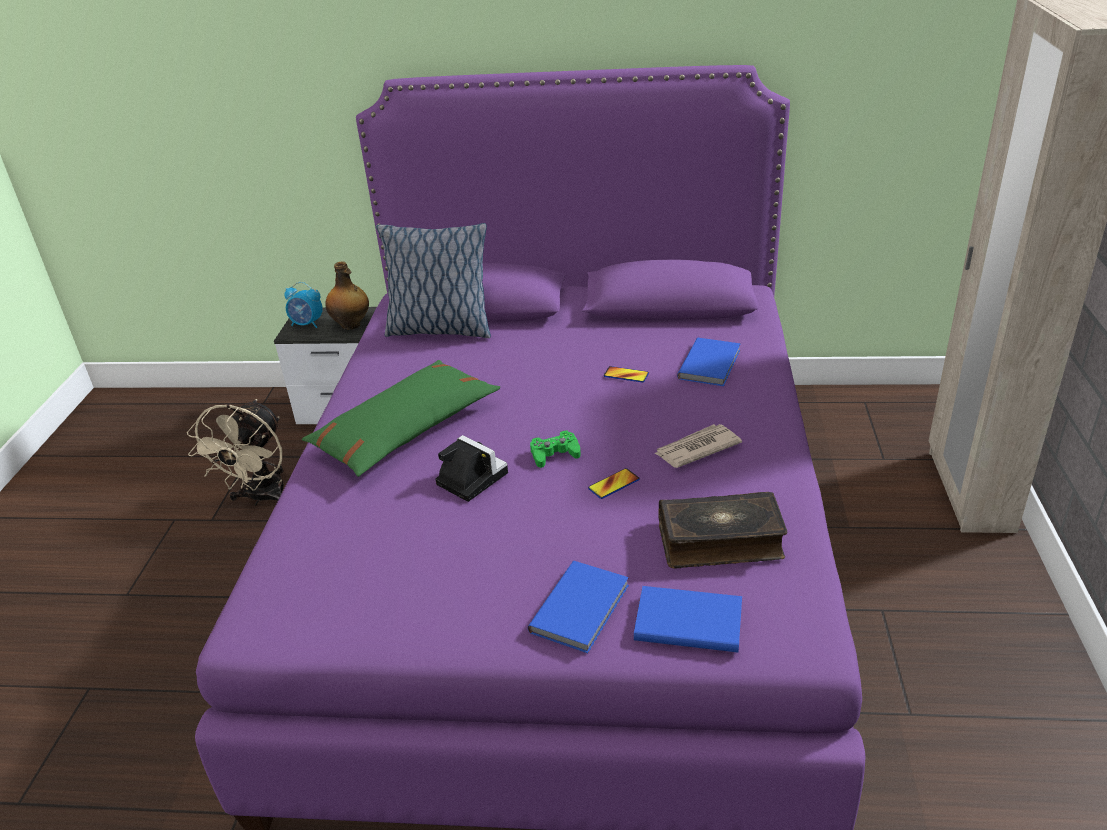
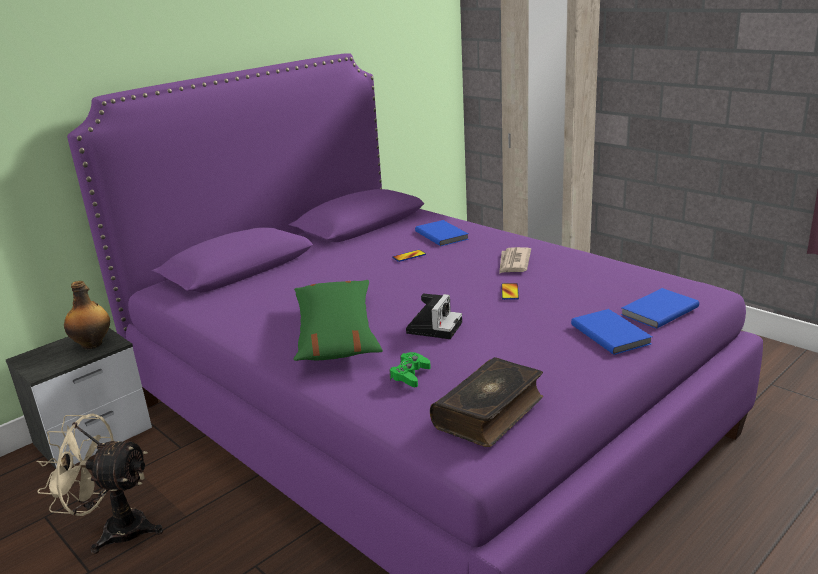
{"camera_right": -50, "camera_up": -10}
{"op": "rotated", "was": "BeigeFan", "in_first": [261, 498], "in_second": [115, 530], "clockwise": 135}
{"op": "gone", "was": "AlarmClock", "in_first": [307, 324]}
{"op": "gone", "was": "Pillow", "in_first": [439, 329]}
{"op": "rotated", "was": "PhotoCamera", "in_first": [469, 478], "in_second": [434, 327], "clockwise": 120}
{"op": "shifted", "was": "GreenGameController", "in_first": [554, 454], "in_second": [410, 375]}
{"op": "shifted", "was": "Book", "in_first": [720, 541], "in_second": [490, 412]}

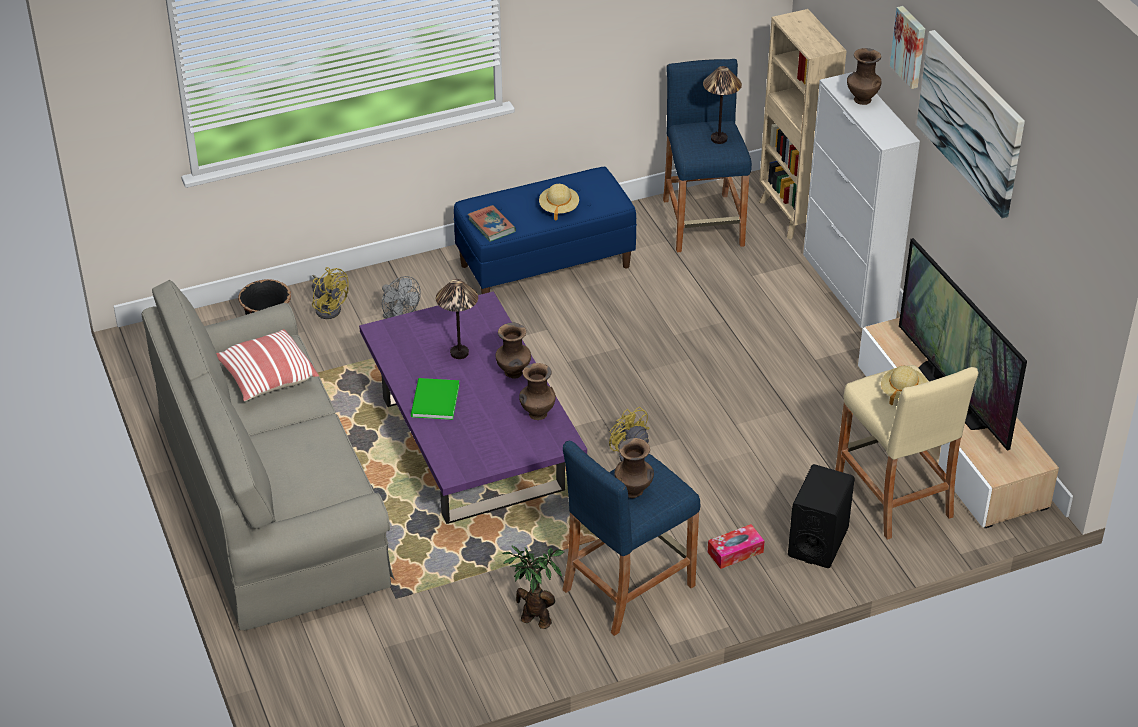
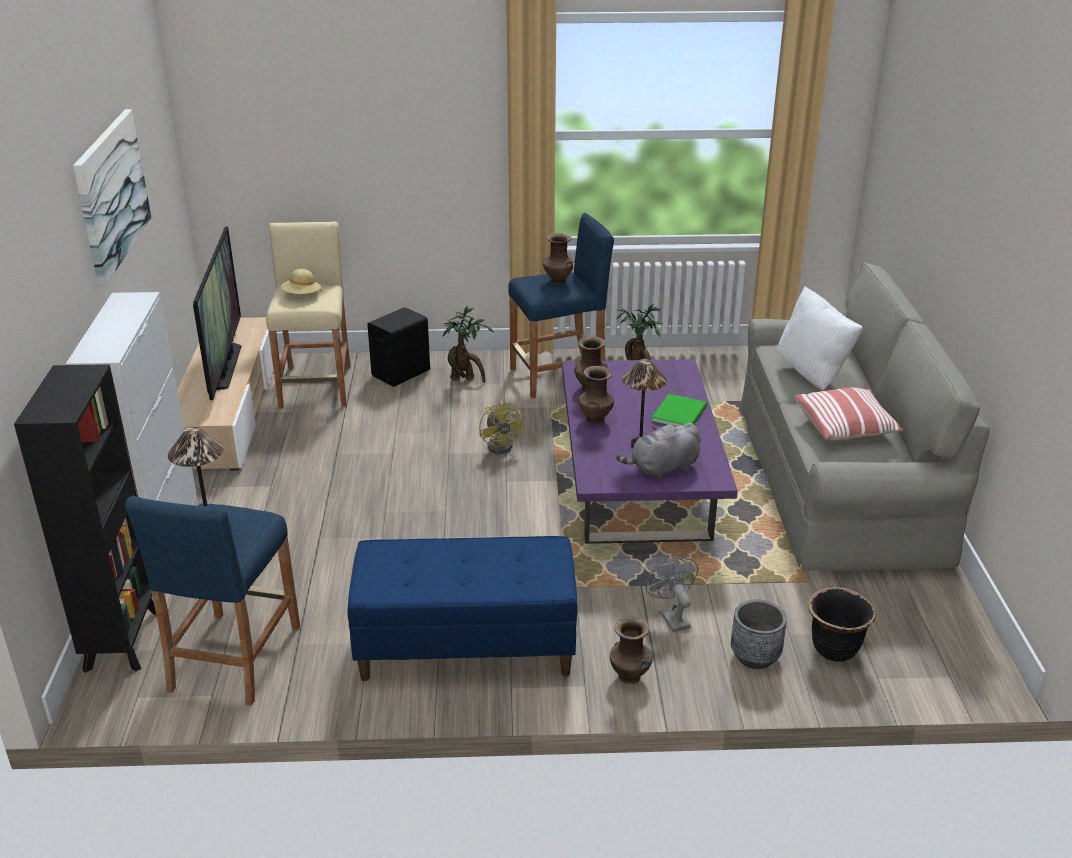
{"camera_right": -160, "camera_up": -10}
{"op": "swapped", "was": "YellowFan", "now": "GreyPlanter", "in_first": [328, 307], "in_second": [755, 657]}
{"op": "gone", "was": "Book", "in_first": [491, 226]}
{"op": "gone", "was": "BeigeHat", "in_first": [558, 208]}
{"op": "swapped", "was": "TissueBox", "now": "PottedPlant", "in_first": [735, 552], "in_second": [465, 379]}
{"op": "repainted", "was": "BeigeBookcase", "now": "BlackBookcase", "in_first": [792, 216], "in_second": [124, 638]}
{"op": "shifted", "was": "BrownVase", "in_first": [861, 99], "in_second": [630, 677]}
{"op": "gone", "was": "Picture", "in_first": [910, 46]}
{"op": "new", "now": "GreyPlushToy", "in_second": [662, 469]}
{"op": "new", "now": "WhitePillow", "in_second": [813, 375]}

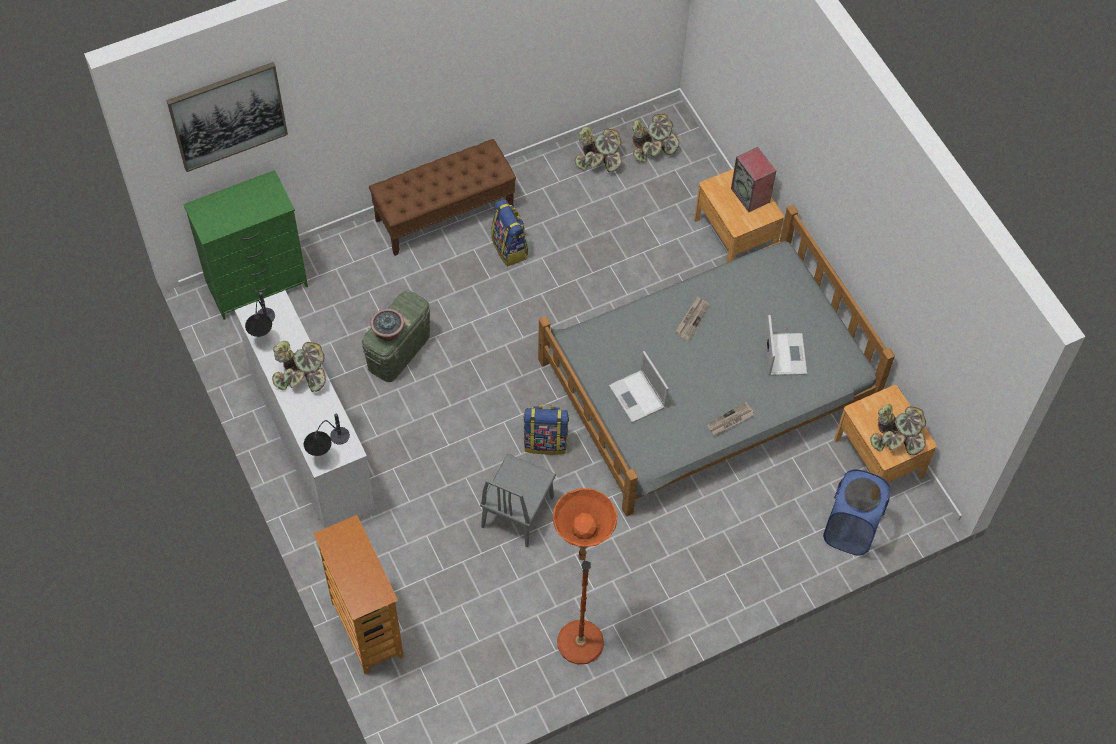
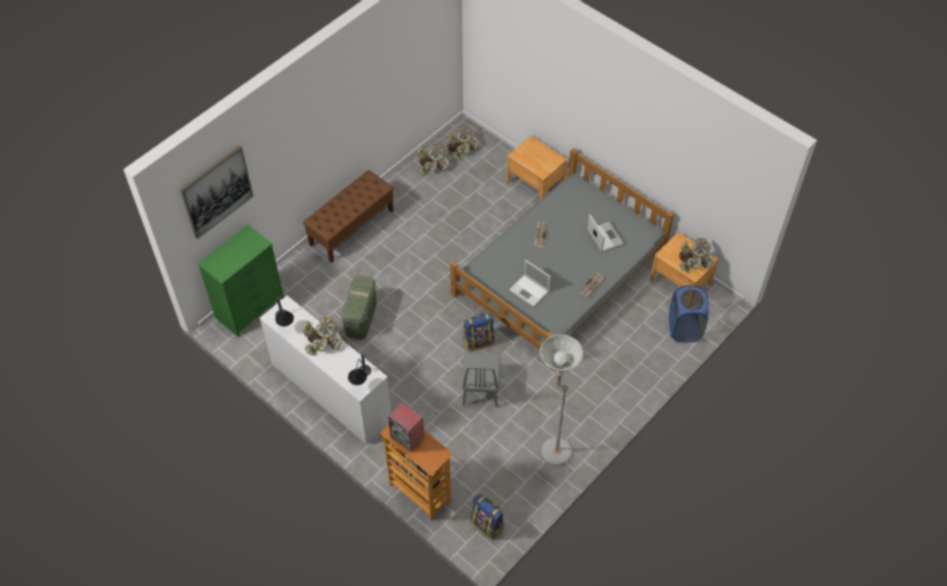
{"camera_right": -20, "camera_up": -5}
{"op": "gone", "was": "PottedPlant", "in_first": [388, 333]}
{"op": "shifted", "was": "Backpack", "in_first": [510, 248], "in_second": [488, 524]}
{"op": "repainted", "was": "OrangeFloorLamp", "now": "GreyFloorLamp", "in_first": [578, 633], "in_second": [552, 446]}
{"op": "shifted", "was": "Speaker", "in_first": [751, 195], "in_second": [408, 437]}

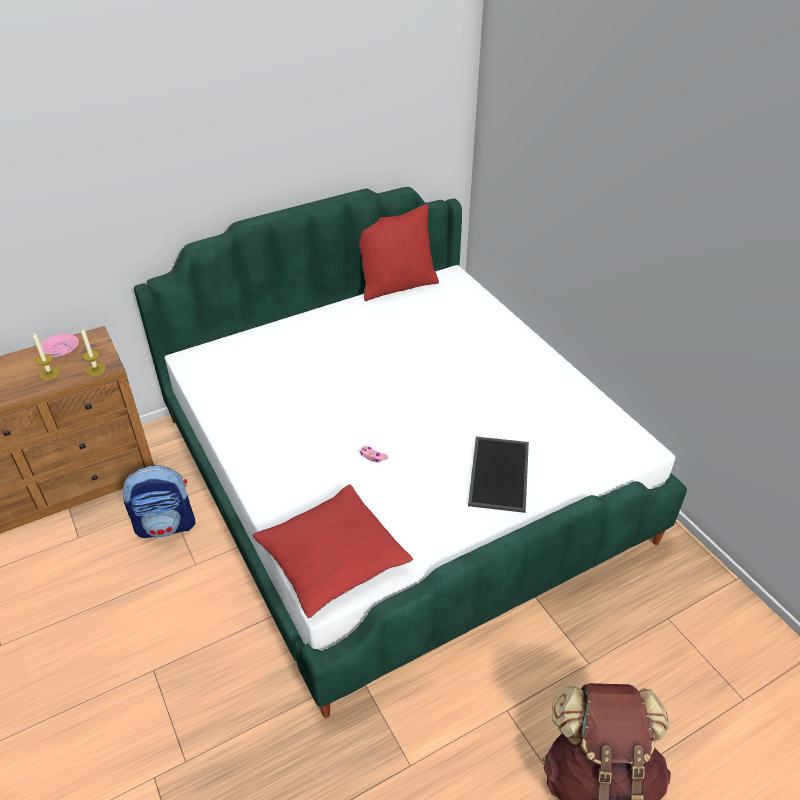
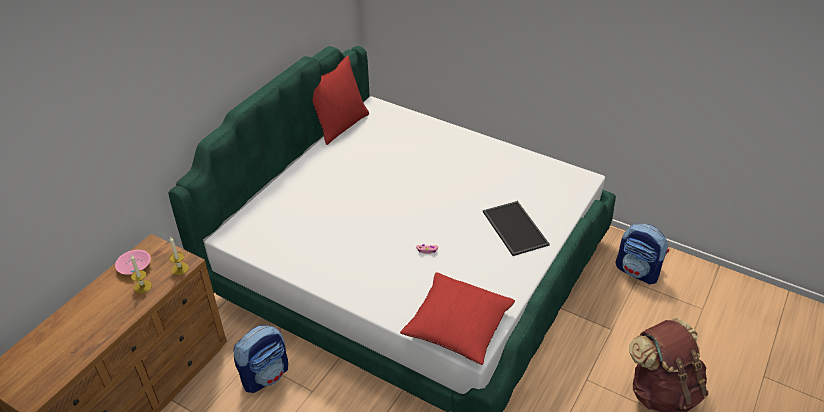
{"camera_right": -30, "camera_up": 0}
{"op": "new", "now": "Backpack", "in_second": [637, 271]}

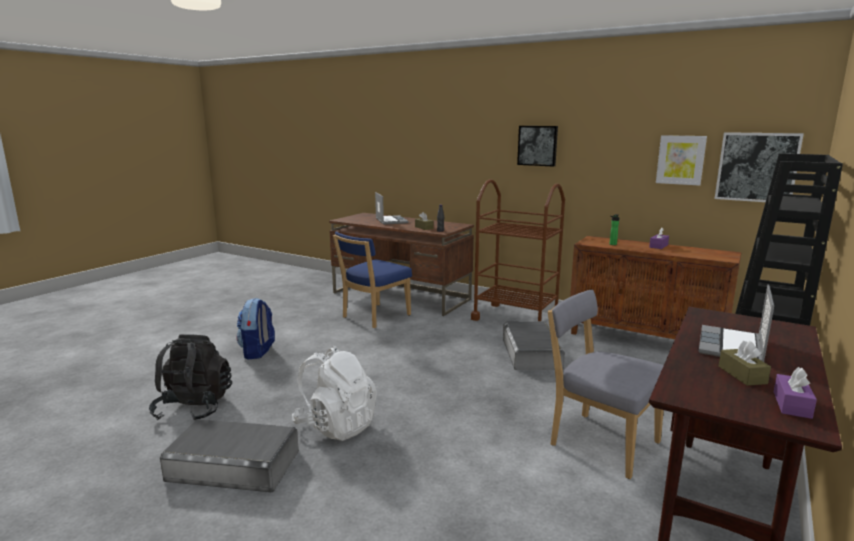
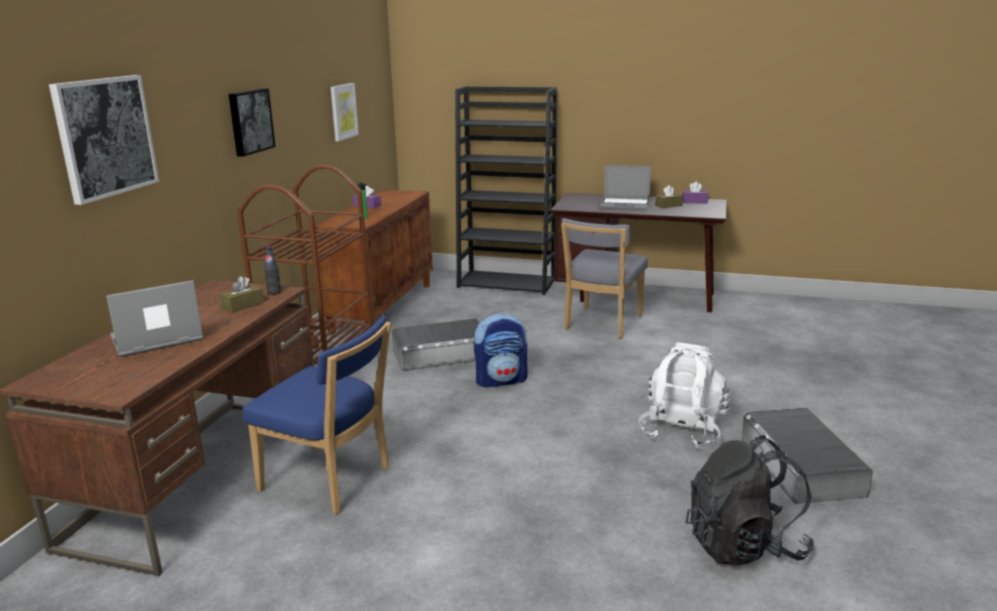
{"camera_right": -105, "camera_up": 5}
{"op": "shifted", "was": "Backpack", "in_first": [258, 352], "in_second": [501, 380]}
{"op": "shifted", "was": "Picture", "in_first": [757, 167], "in_second": [105, 137]}

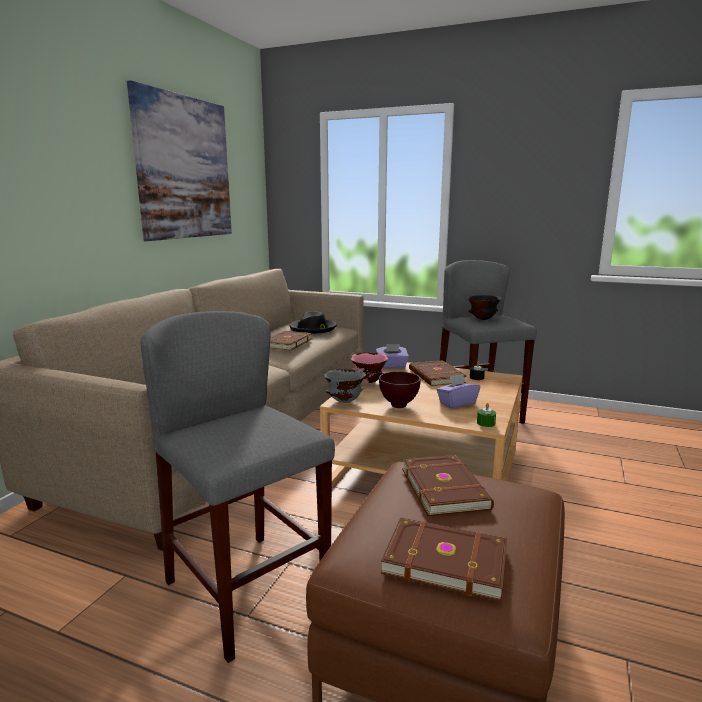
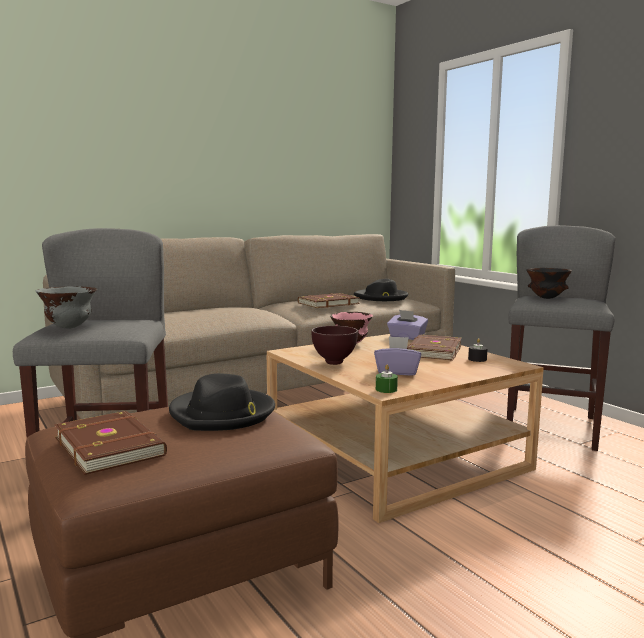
{"camera_right": 35, "camera_up": -5}
{"op": "gone", "was": "Picture", "in_first": [184, 168]}
{"op": "shifted", "was": "GreyBowl", "in_first": [344, 401], "in_second": [69, 328]}
{"op": "swapped", "was": "BrownBook", "now": "BlackHat", "in_first": [445, 488], "in_second": [223, 414]}

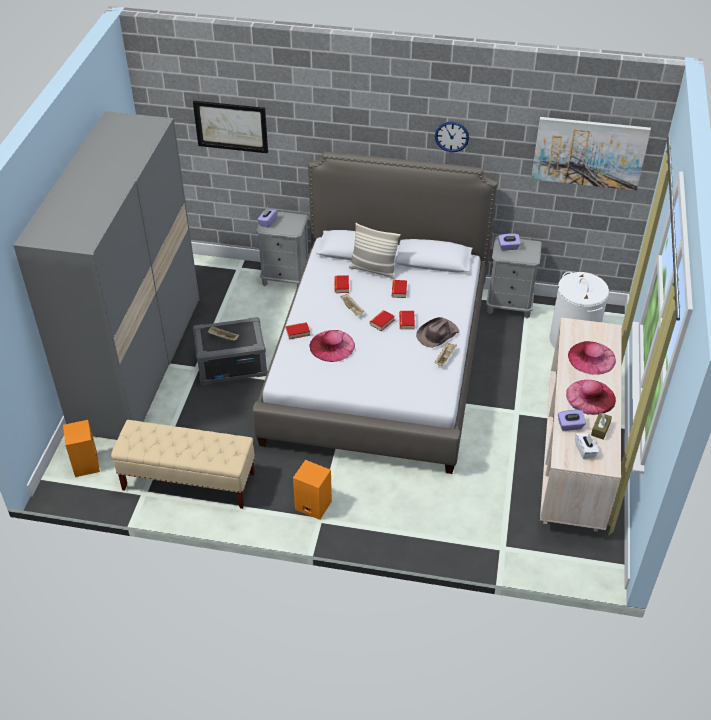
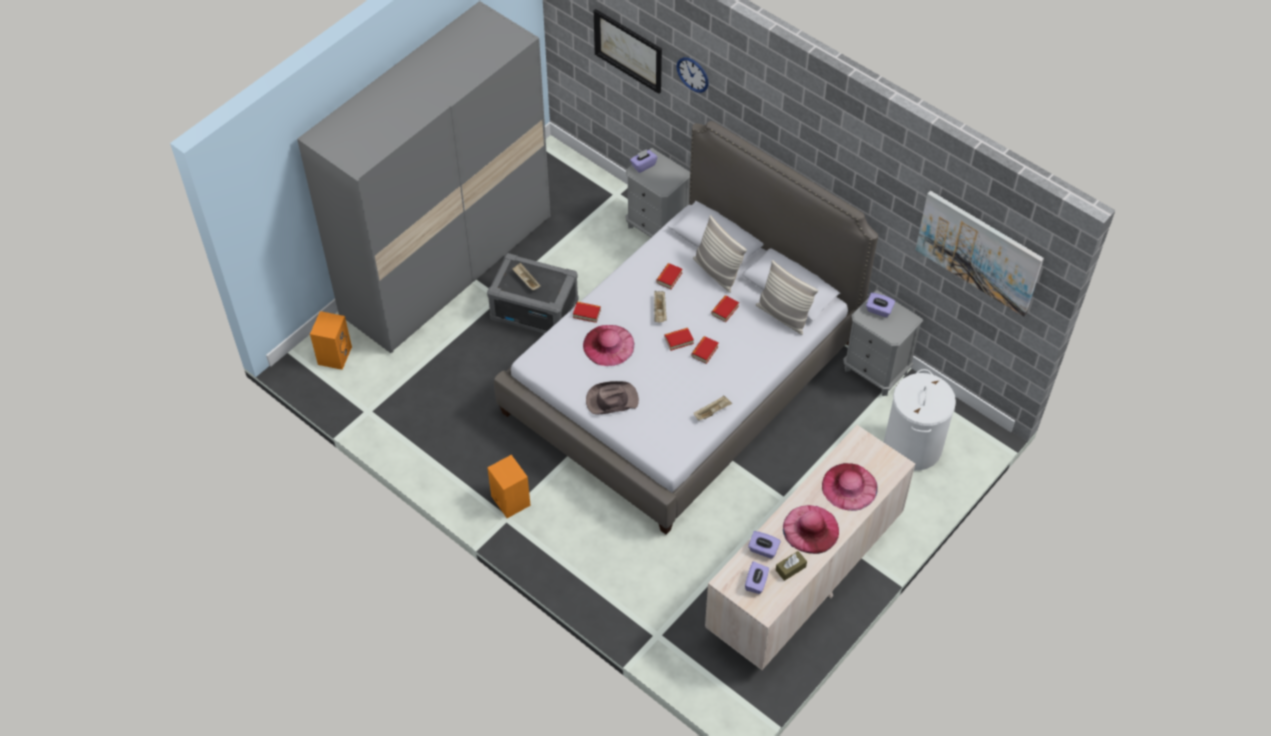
{"camera_right": 30, "camera_up": 10}
{"op": "gone", "was": "BeigeBench", "in_first": [188, 482]}
{"op": "shifted", "was": "BrownHat", "in_first": [437, 334], "in_second": [611, 400]}
{"op": "shifted", "was": "WallClock", "in_first": [452, 136], "in_second": [692, 74]}
{"op": "repainted", "was": "WhiteTissueBox", "now": "PurpleTissueBox", "in_first": [585, 450], "in_second": [756, 583]}
{"op": "new", "now": "Pillow", "in_second": [783, 316]}

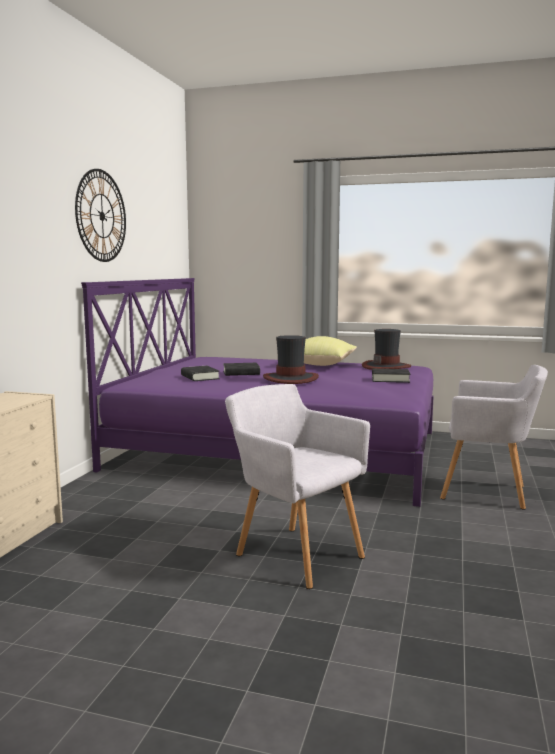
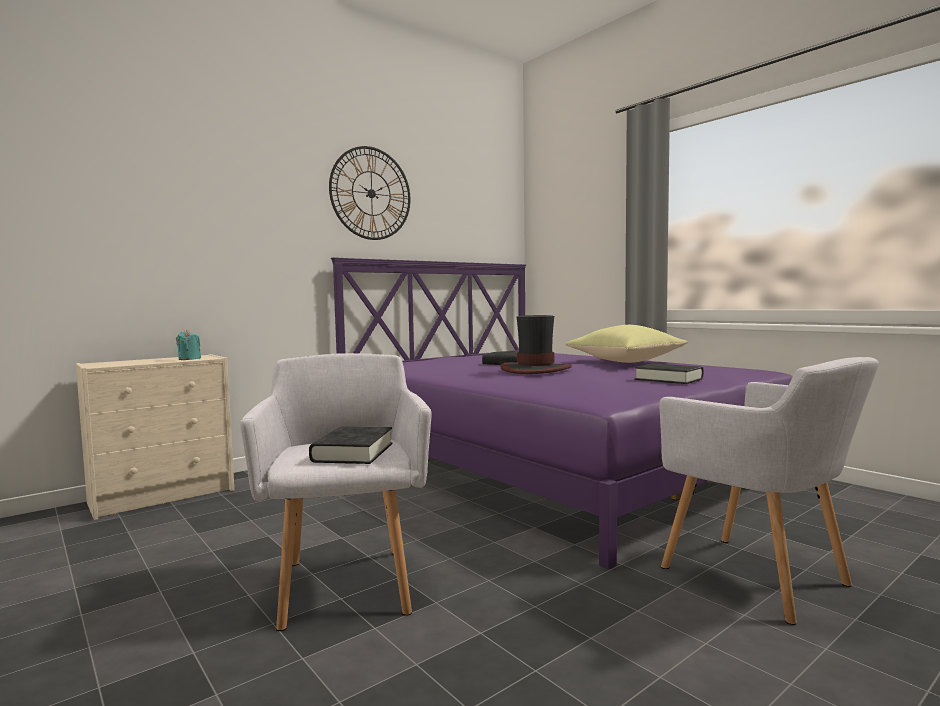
{"camera_right": 35, "camera_up": -5}
{"op": "shifted", "was": "BlackBook", "in_first": [200, 377], "in_second": [353, 452]}
{"op": "gone", "was": "Hat", "in_first": [386, 366]}
{"op": "new", "now": "TurquoiseCandle", "in_second": [189, 359]}

